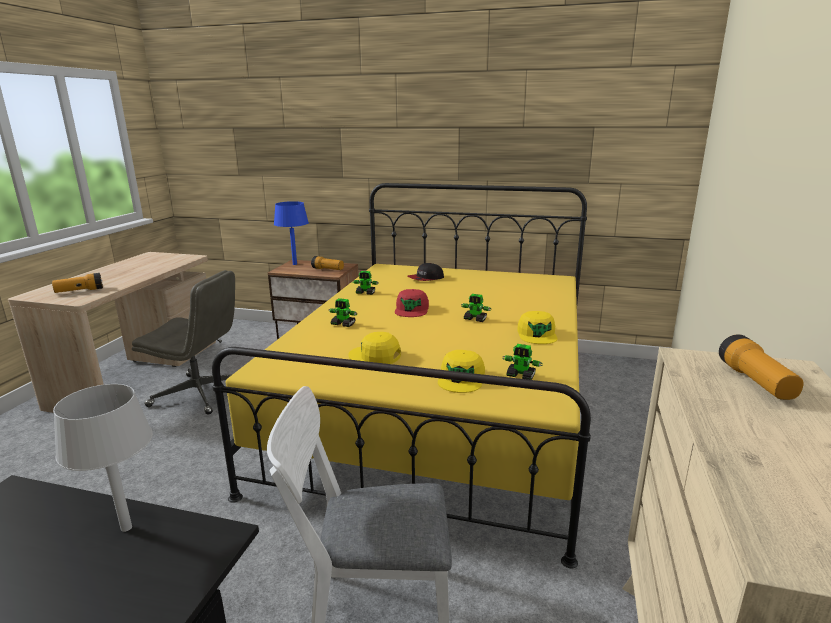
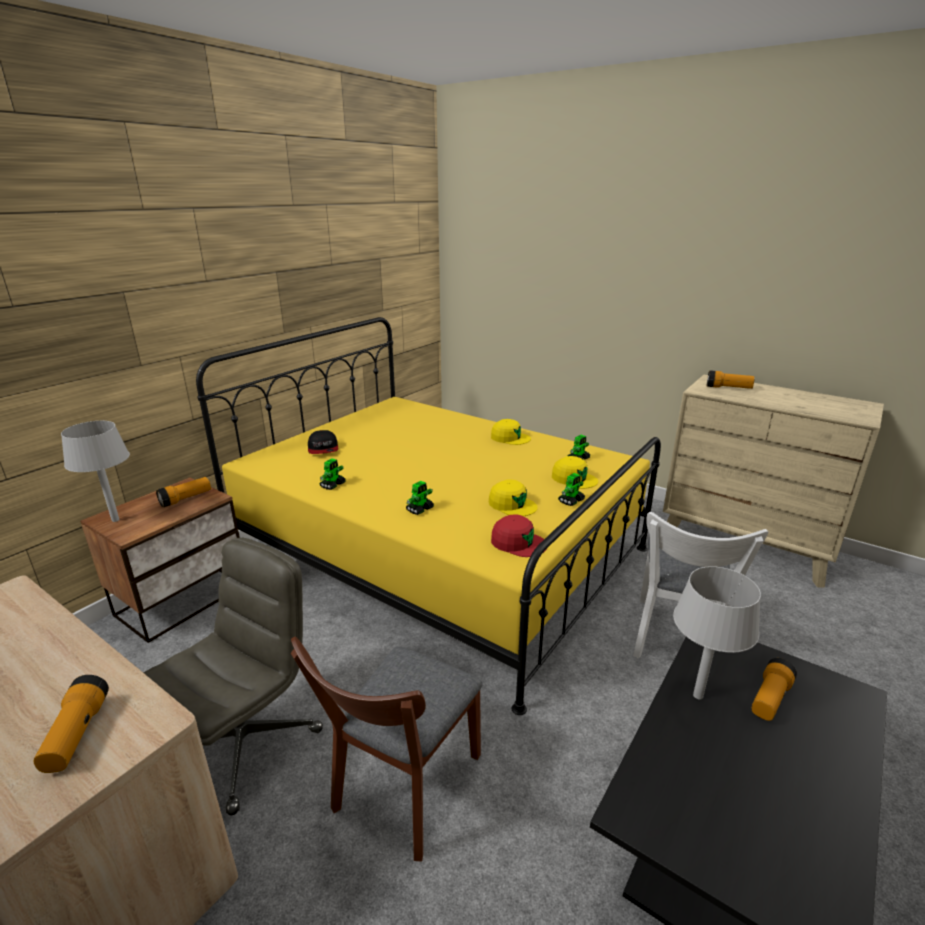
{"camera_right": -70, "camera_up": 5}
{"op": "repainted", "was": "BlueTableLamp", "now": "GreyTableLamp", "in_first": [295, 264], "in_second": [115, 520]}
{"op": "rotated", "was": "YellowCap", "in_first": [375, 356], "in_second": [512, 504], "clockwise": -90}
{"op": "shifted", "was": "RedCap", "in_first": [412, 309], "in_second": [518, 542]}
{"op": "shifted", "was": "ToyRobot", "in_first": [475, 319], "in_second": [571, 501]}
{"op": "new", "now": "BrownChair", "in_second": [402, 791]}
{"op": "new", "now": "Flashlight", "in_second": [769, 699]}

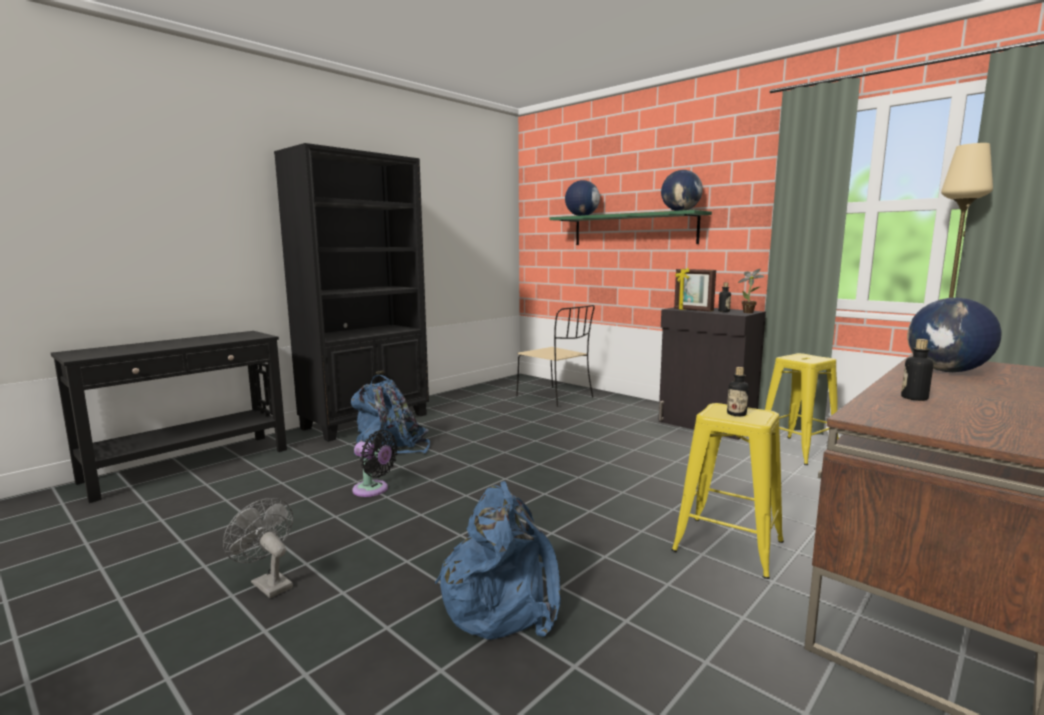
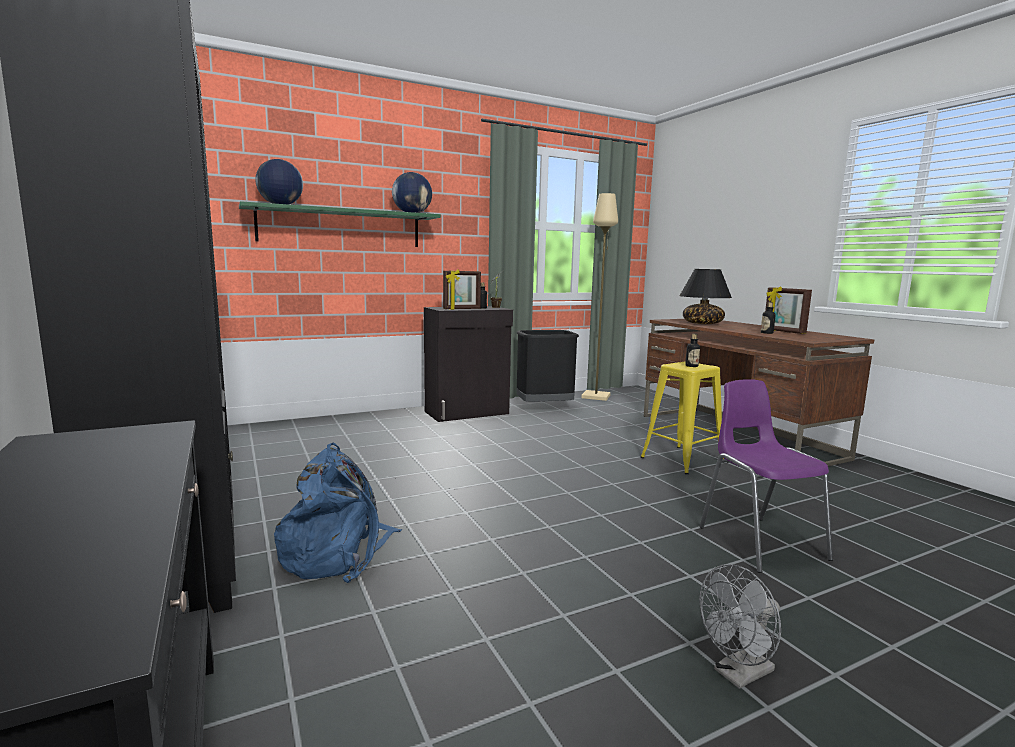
{"camera_right": -70, "camera_up": 0}
{"op": "gone", "was": "BlackFan", "in_first": [373, 490]}
{"op": "swapped", "was": "BlueBackpack", "now": "PurpleChair", "in_first": [502, 601], "in_second": [759, 542]}
{"op": "gone", "was": "BeigeChair", "in_first": [556, 397]}
{"op": "swapped", "was": "YellowStool", "now": "BlackTrashCan", "in_first": [797, 450], "in_second": [544, 408]}
{"op": "swapped", "was": "Globe", "now": "BlackTableLamp", "in_first": [947, 371], "in_second": [703, 323]}
{"op": "new", "now": "PictureFrame", "in_second": [783, 332]}

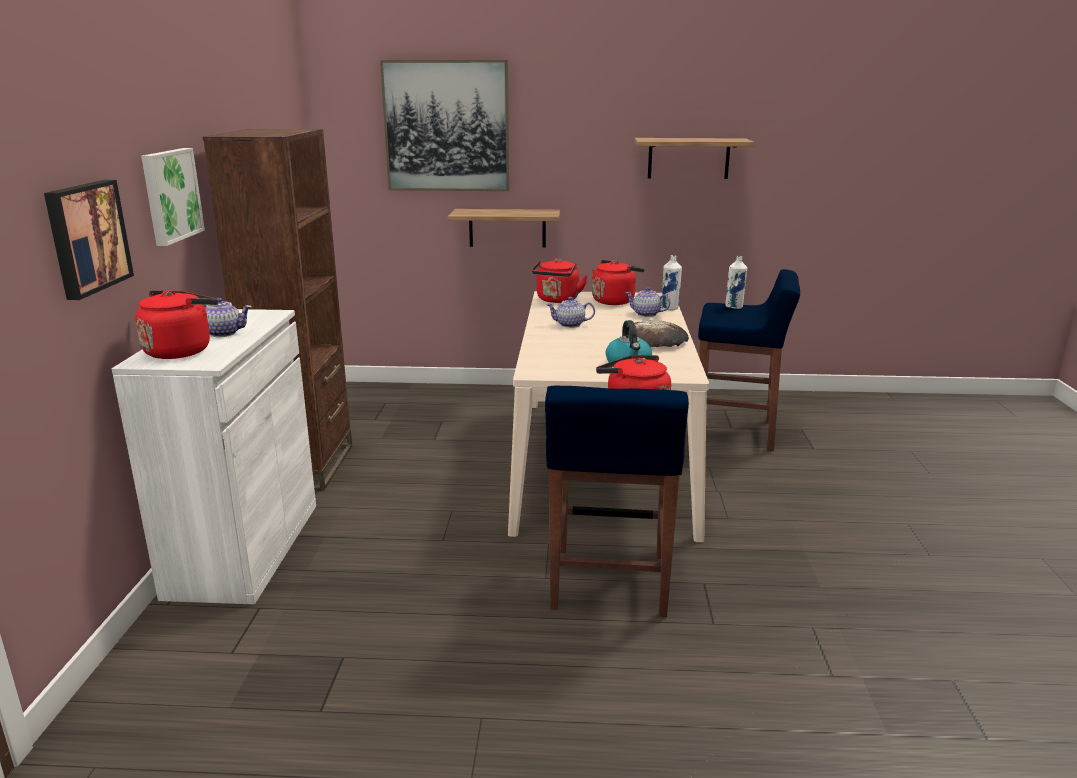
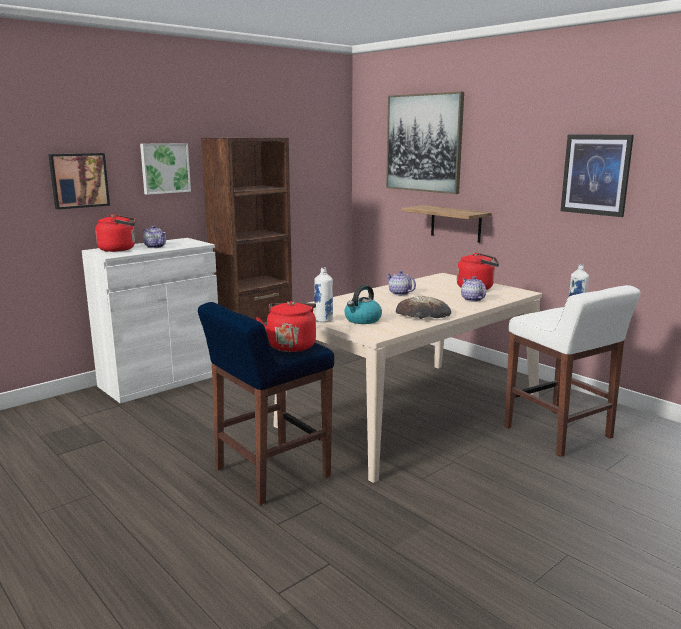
{"camera_right": 45, "camera_up": -5}
{"op": "gone", "was": "RedKettle", "in_first": [557, 300]}
{"op": "swapped", "was": "Shelf", "now": "Picture", "in_first": [688, 158], "in_second": [595, 174]}
{"op": "shifted", "was": "WhiteBottle", "in_first": [669, 308], "in_second": [323, 320]}
{"op": "repainted", "was": "BlueStool", "now": "WhiteStool", "in_first": [736, 432], "in_second": [559, 433]}

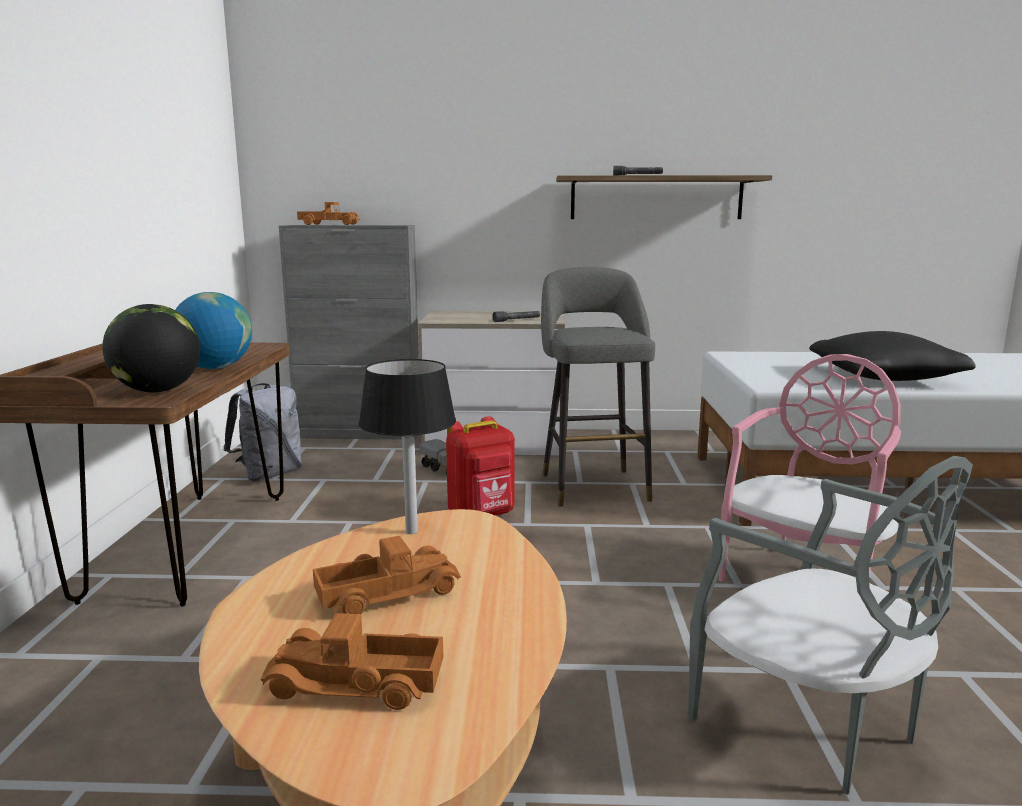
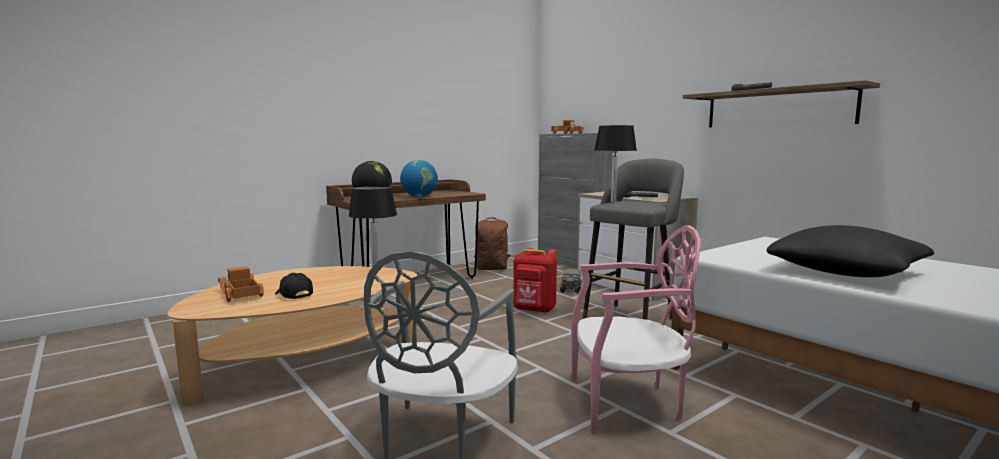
{"camera_right": 50, "camera_up": -5}
{"op": "repainted", "was": "GreyBackpack", "now": "BrownBackpack", "in_first": [269, 475], "in_second": [492, 269]}
{"op": "gone", "was": "ToyTruck", "in_first": [386, 593]}
{"op": "new", "now": "BlackCap", "in_second": [293, 295]}
{"op": "new", "now": "BlackTableLamp", "in_second": [613, 201]}

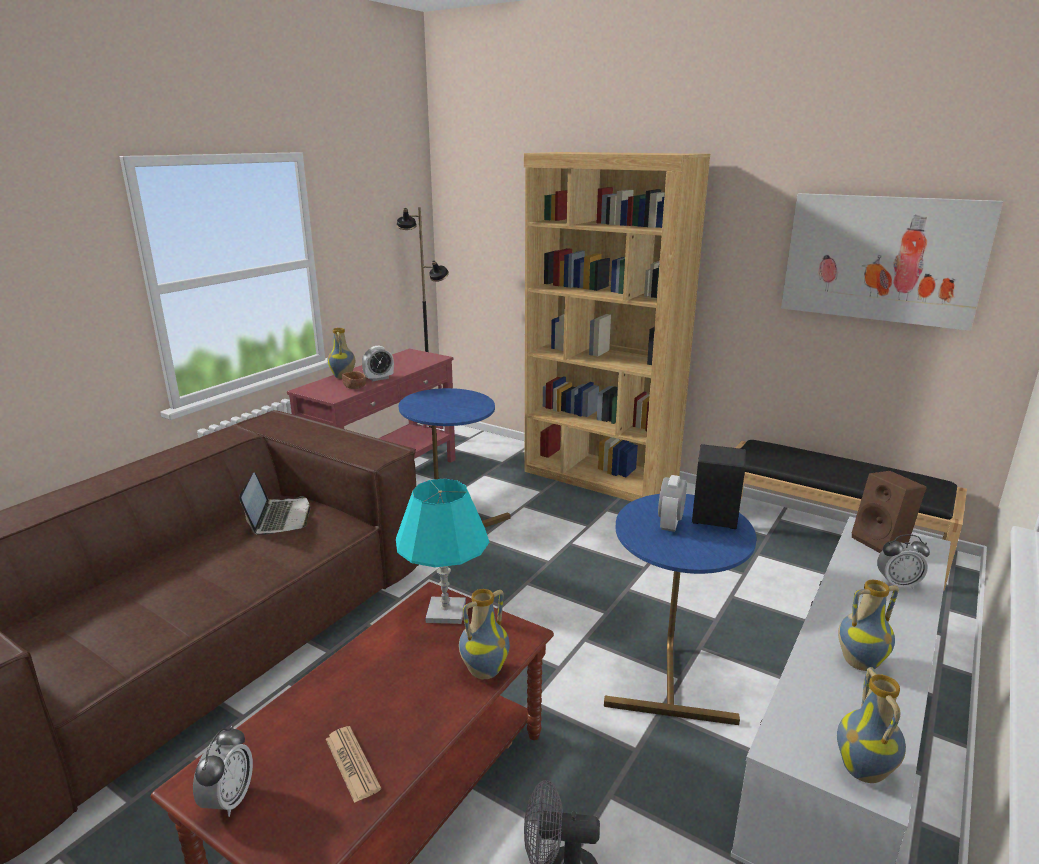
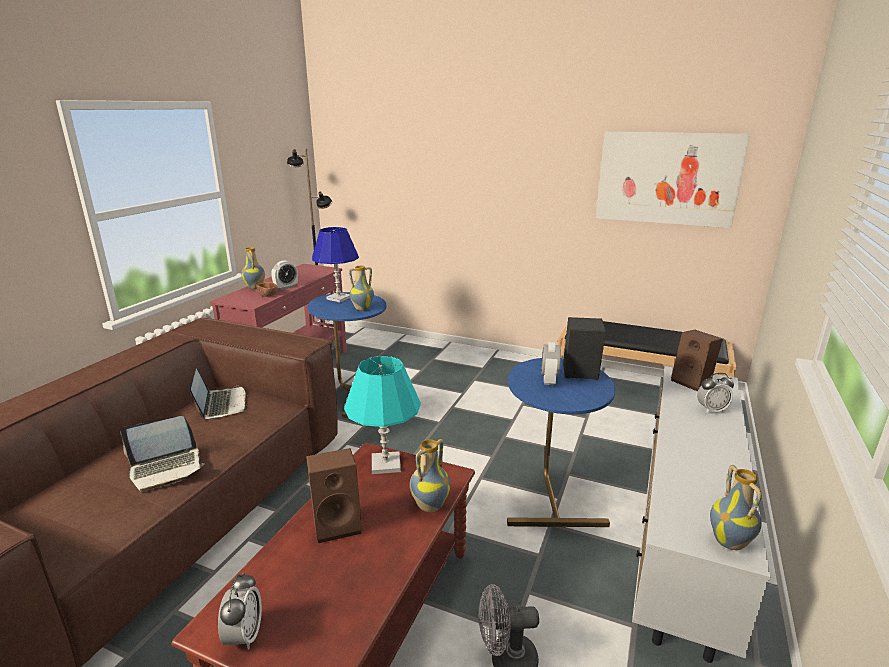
{"camera_right": -10, "camera_up": 0}
{"op": "gone", "was": "Newspaper", "in_first": [352, 764]}
{"op": "gone", "was": "BrownBookcase", "in_first": [600, 478]}
{"op": "shifted", "was": "Vase", "in_first": [859, 661], "in_second": [362, 308]}
{"op": "new", "now": "Laptop", "in_second": [166, 469]}
{"op": "new", "now": "BrownSpeaker", "in_second": [338, 523]}
{"op": "new", "now": "BlueTableLamp", "in_second": [338, 298]}

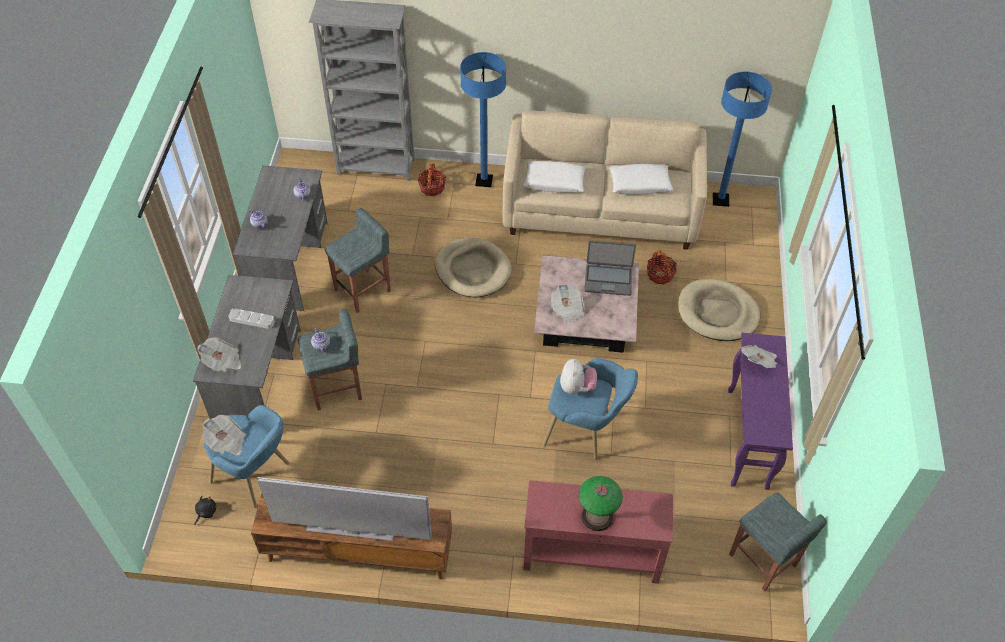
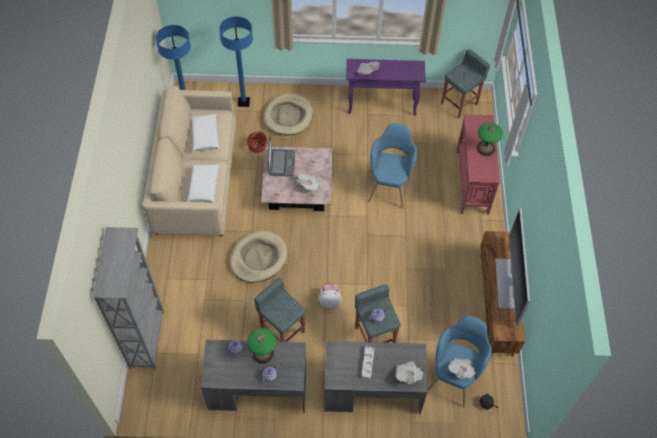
{"camera_right": -95, "camera_up": 5}
{"op": "gone", "was": "Basket", "in_first": [432, 187]}
{"op": "shifted", "was": "BlueFloorLamp", "in_first": [484, 181], "in_second": [243, 102]}
{"op": "shifted", "was": "PlushToy", "in_first": [577, 387], "in_second": [330, 300]}
{"op": "new", "now": "TableLamp", "in_second": [263, 353]}

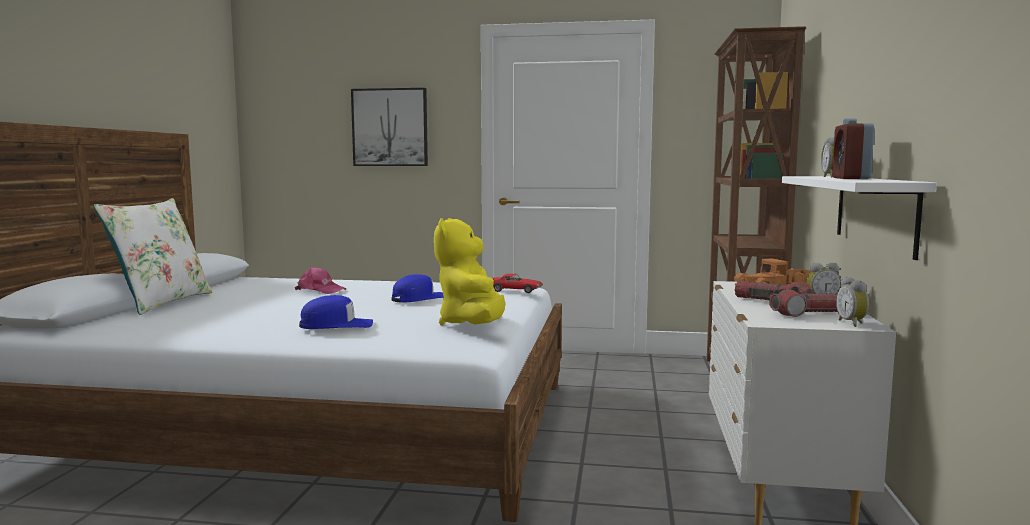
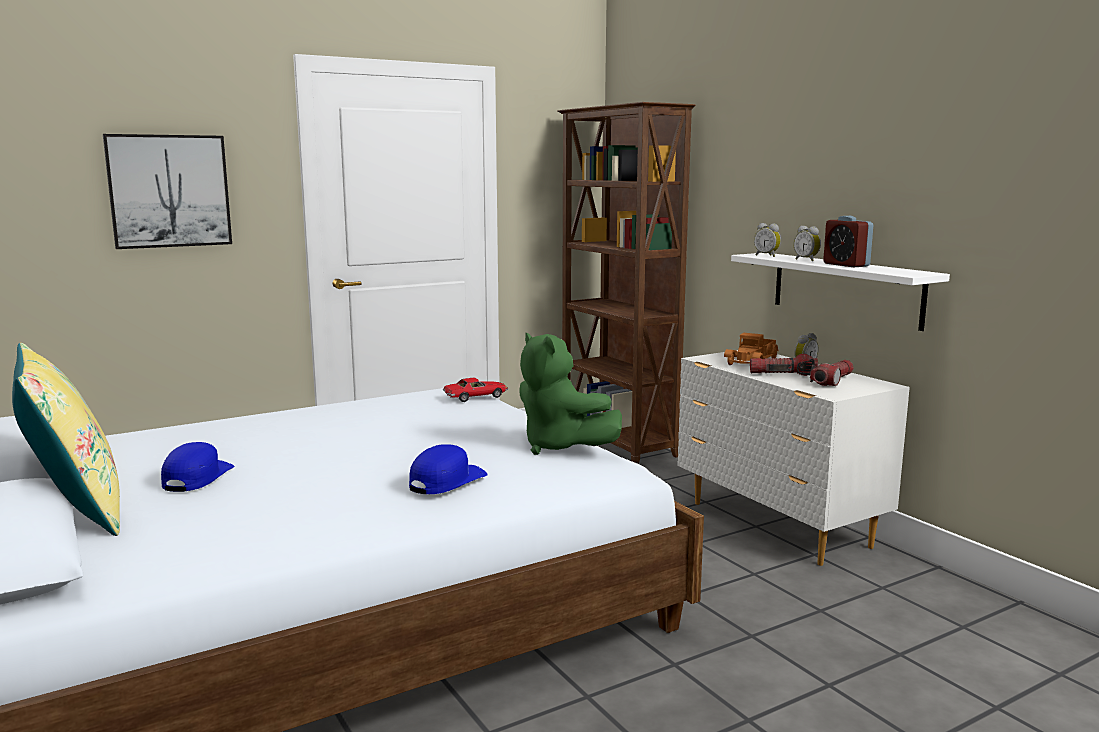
{"camera_right": -40, "camera_up": 5}
{"op": "repainted", "was": "WhitePillow", "now": "YellowPillow", "in_first": [161, 302], "in_second": [76, 511]}
{"op": "gone", "was": "PinkCap", "in_first": [320, 290]}
{"op": "shifted", "was": "BlueCap", "in_first": [418, 298], "in_second": [197, 477]}
{"op": "repainted", "was": "YellowPlushToy", "now": "GreenPlushToy", "in_first": [473, 325], "in_second": [560, 447]}
{"op": "shifted", "was": "AlarmClock", "in_first": [852, 323], "in_second": [767, 256]}

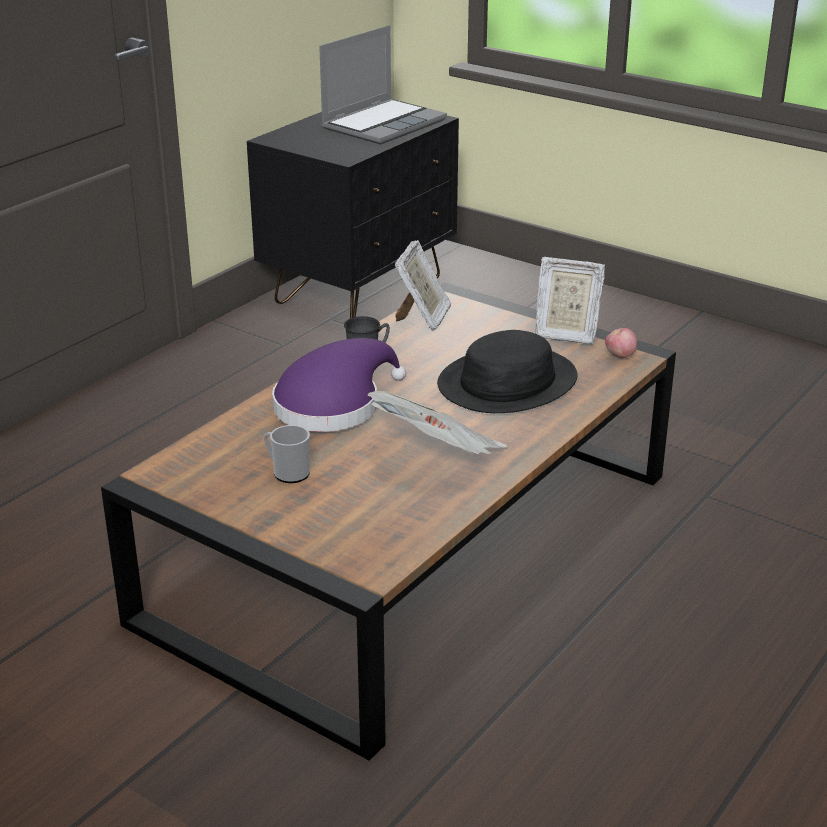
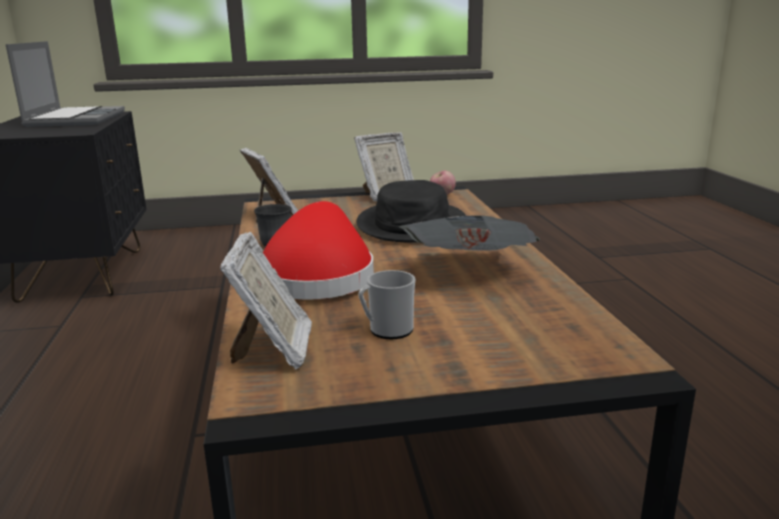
{"camera_right": -45, "camera_up": -10}
{"op": "repainted", "was": "PurpleHat", "now": "RedHat", "in_first": [333, 405], "in_second": [318, 276]}
{"op": "new", "now": "PictureFrame", "in_second": [274, 351]}

